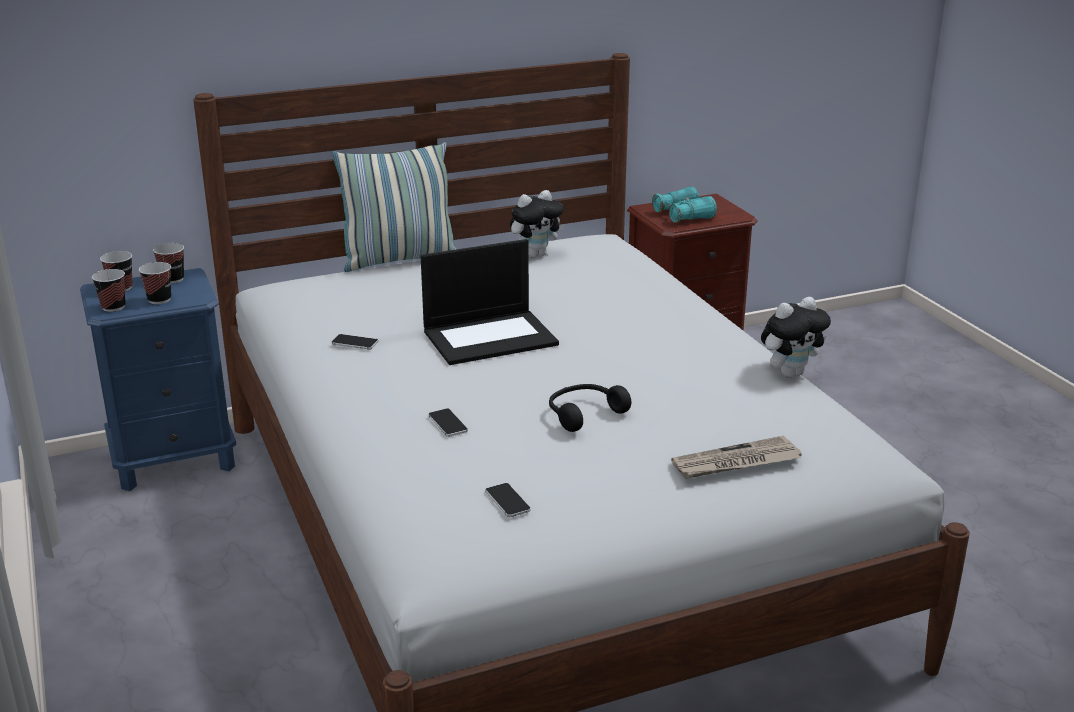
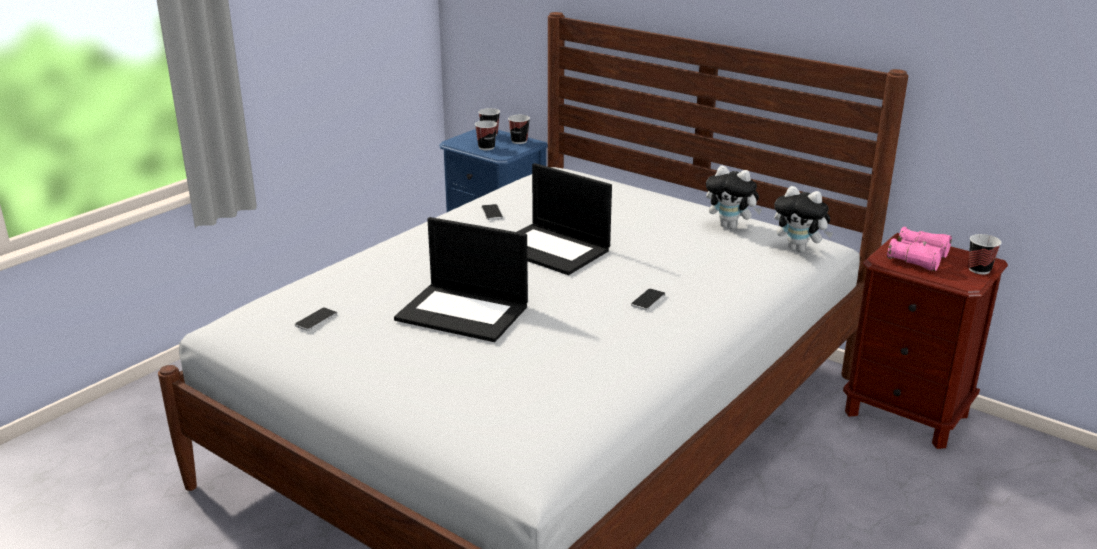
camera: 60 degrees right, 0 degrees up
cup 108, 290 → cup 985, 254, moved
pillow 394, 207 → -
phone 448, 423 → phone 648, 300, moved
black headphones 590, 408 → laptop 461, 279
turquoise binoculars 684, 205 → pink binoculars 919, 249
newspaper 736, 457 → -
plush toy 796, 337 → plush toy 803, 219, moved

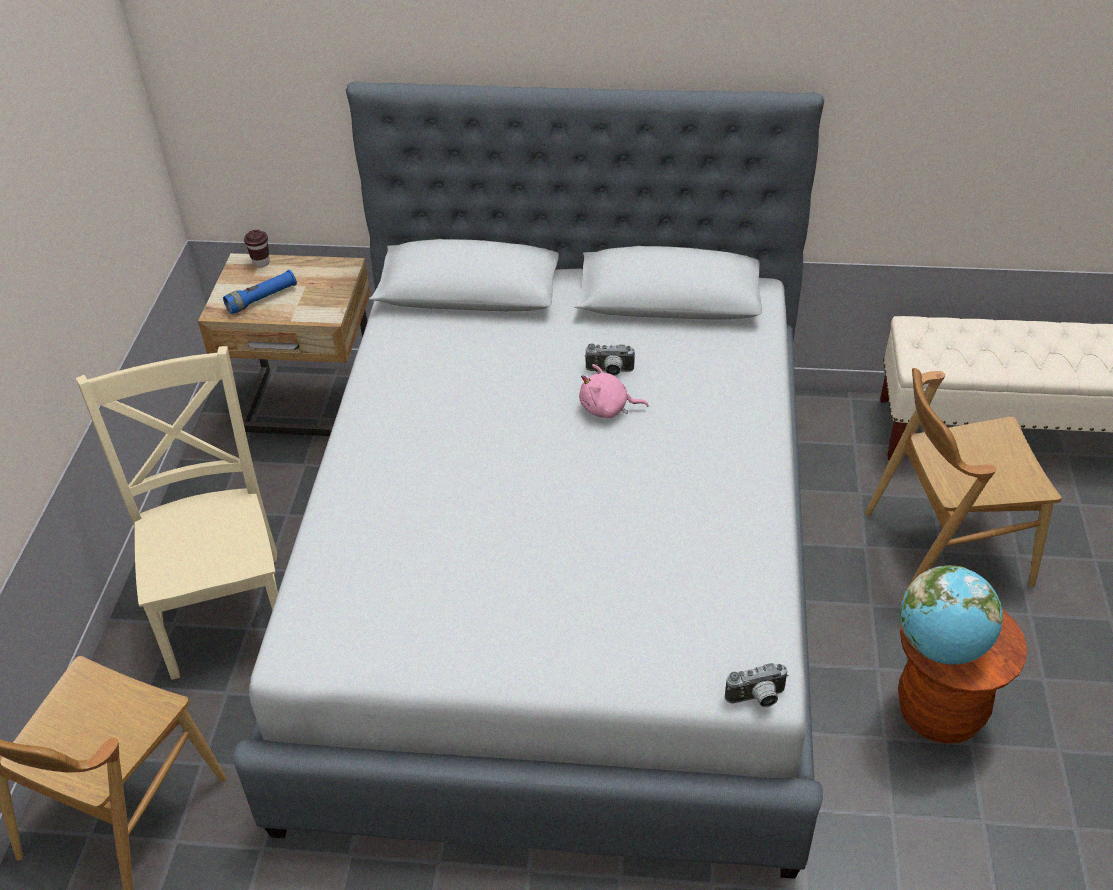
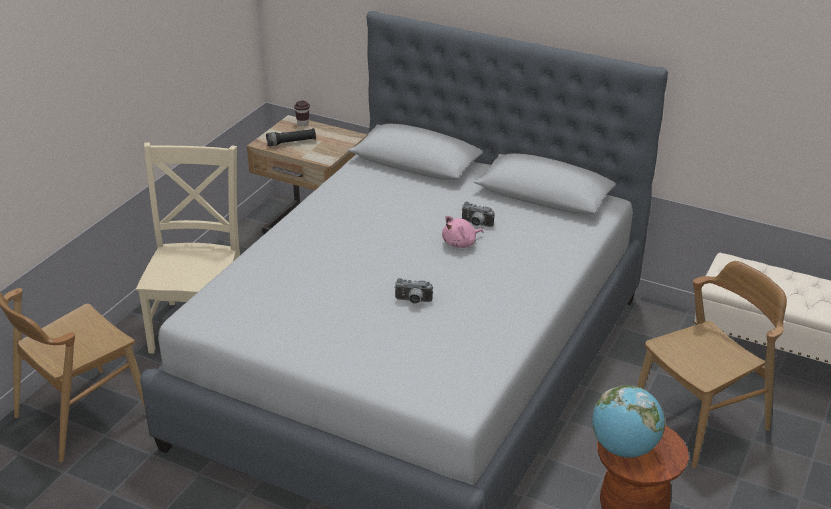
camera: 20 degrees right, 10 degrees down
blue flashlight 260, 292 → black flashlight 291, 137
pink plush toy 614, 391 → pink plush toy 463, 232, 60 degrees counterclockwise
photo camera 757, 685 → photo camera 413, 291, moved
brown chair 963, 484 → brown chair 712, 364, 135 degrees clockwise

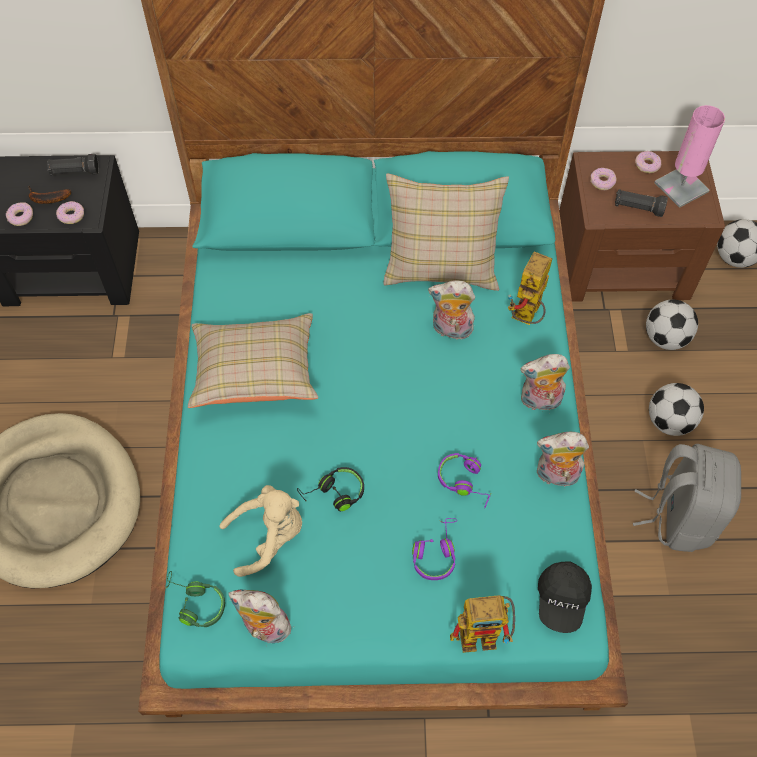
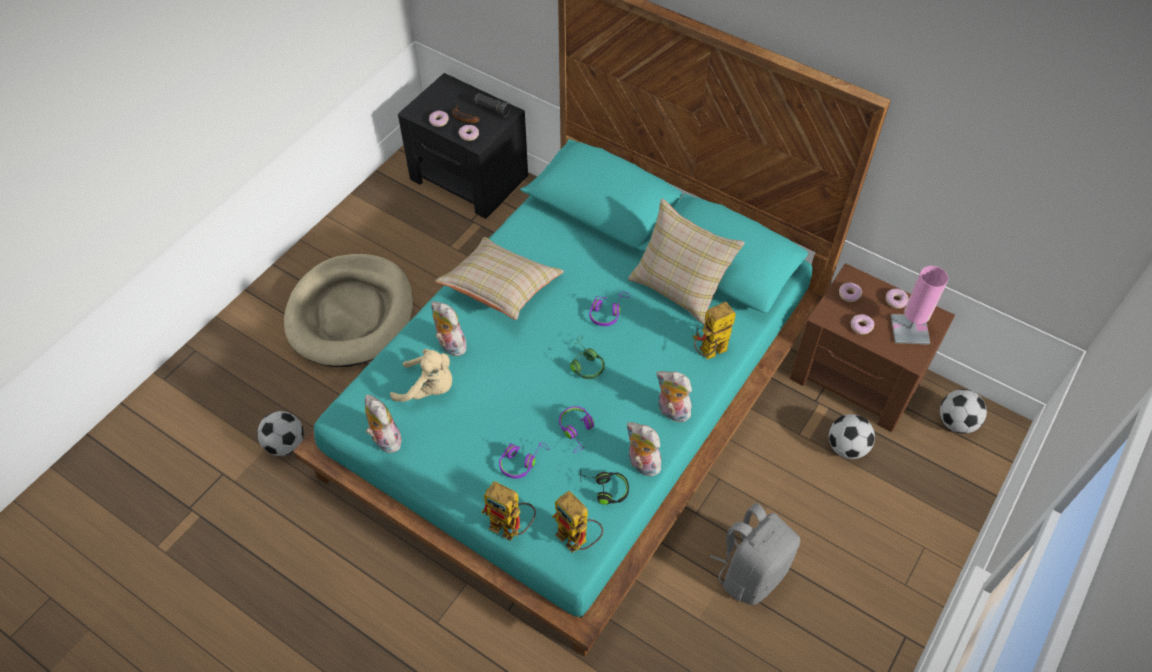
camera: 35 degrees right, 5 degrees down
green headphones 195, 599 → green headphones 587, 357, moved
black headphones 330, 489 → black headphones 604, 487, moved
plush toy 451, 310 → plush toy 449, 328, moved
black cap 565, 597 → toy robot 577, 522
black flashlight 641, 203 → donut 862, 324
football 676, 409 → football 280, 433, moved
- → purple headphones 609, 309

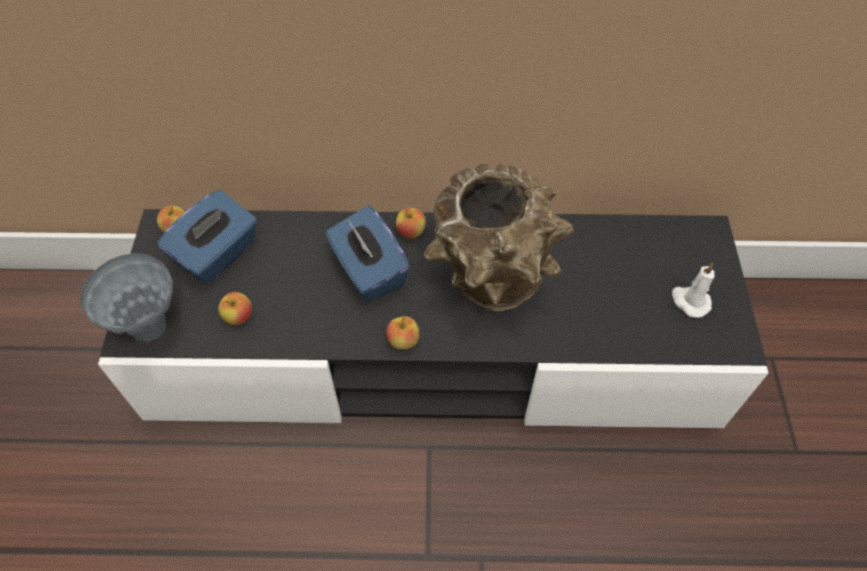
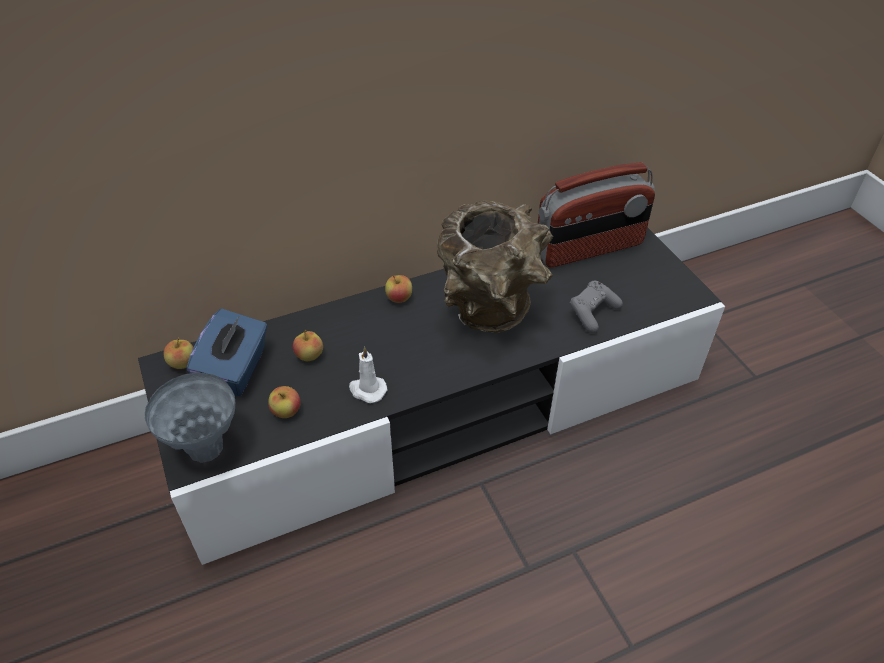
camera: 25 degrees left, 10 degrees down
blue tissue box 368, 253 → -
apple 403, 333 → apple 308, 345, moved
white candle 693, 290 → white candle 368, 374, moved
- → radio 596, 214
- → grey game controller 596, 307

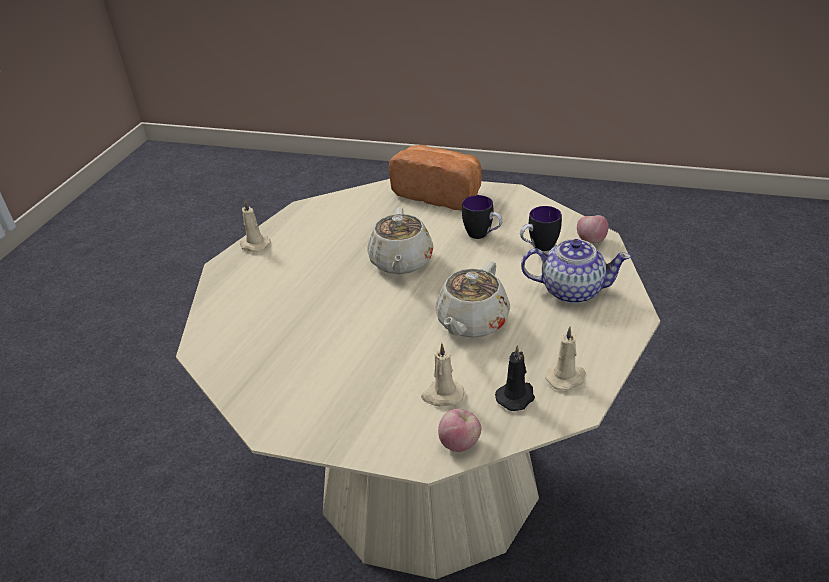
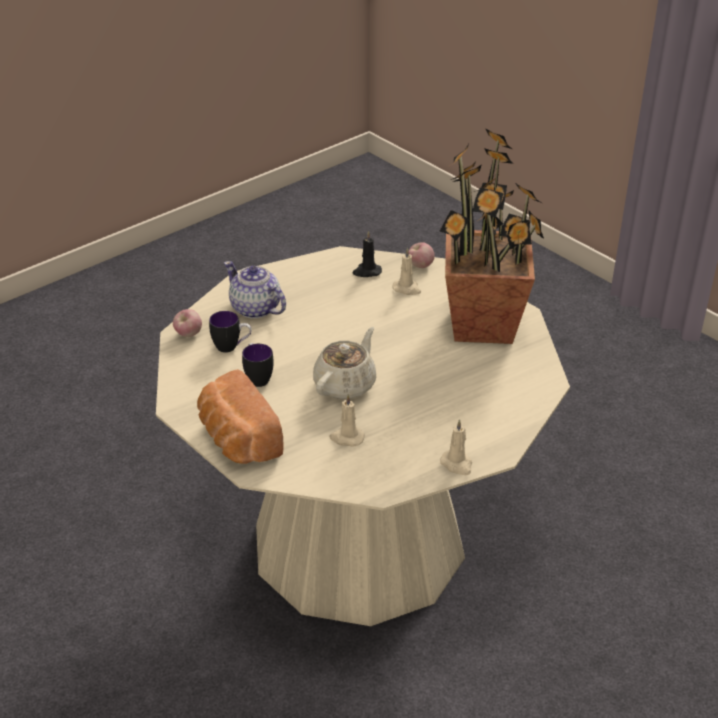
camera: 150 degrees left, 0 degrees up
beige teapot 472, 299 → -
beige candle 565, 358 → beige candle 347, 420, moved
- → potted plant 491, 236

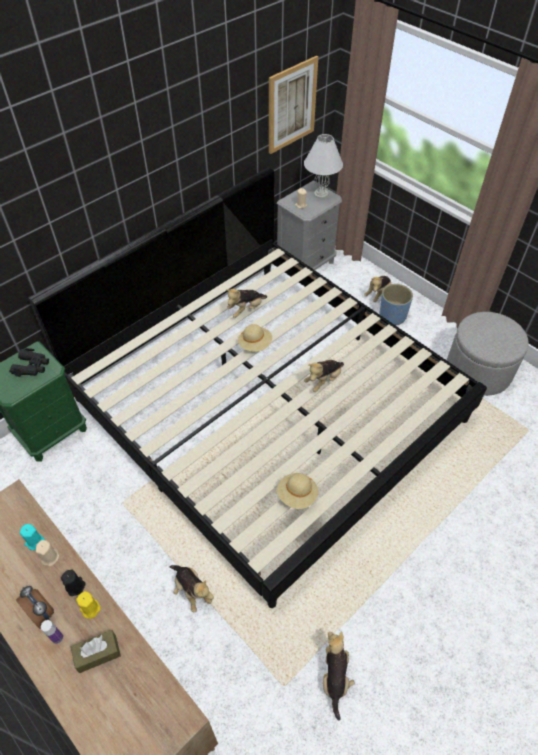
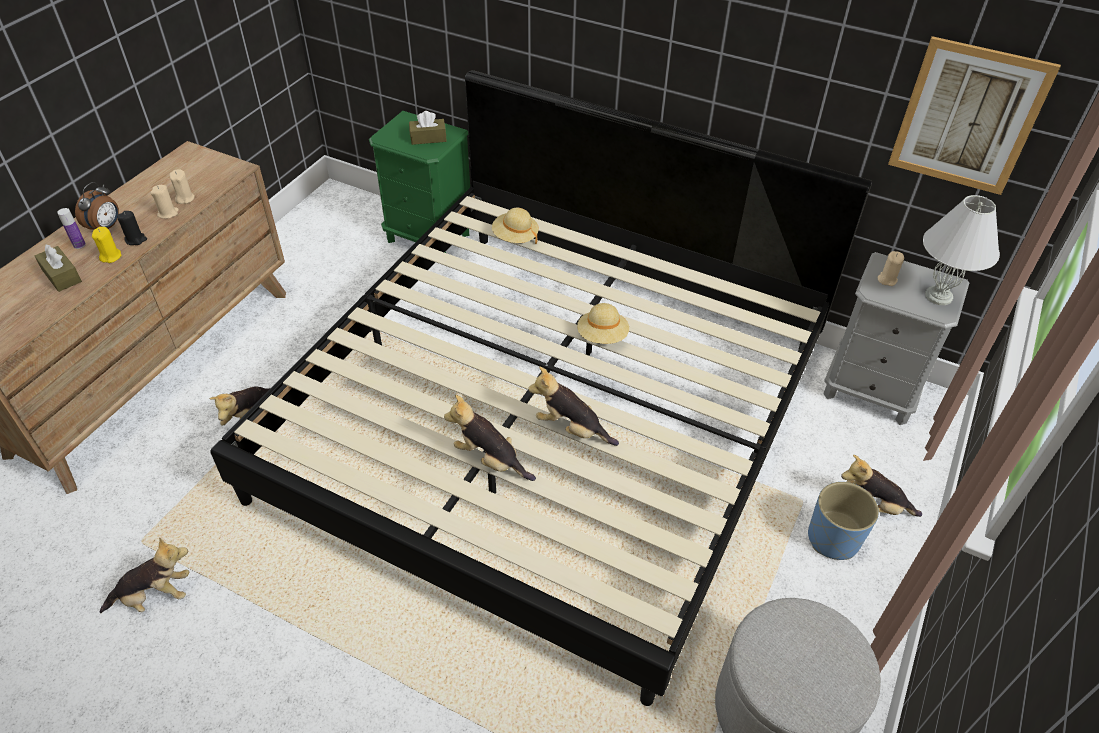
camera: 70 degrees right, 5 degrees down
black binoculars 29, 362 → brown tissue box 428, 128
turquoise candle 32, 537 → beige candle 182, 186
plush toy 246, 303 → plush toy 490, 438, moved
beige hat 297, 491 → beige hat 515, 226, moved

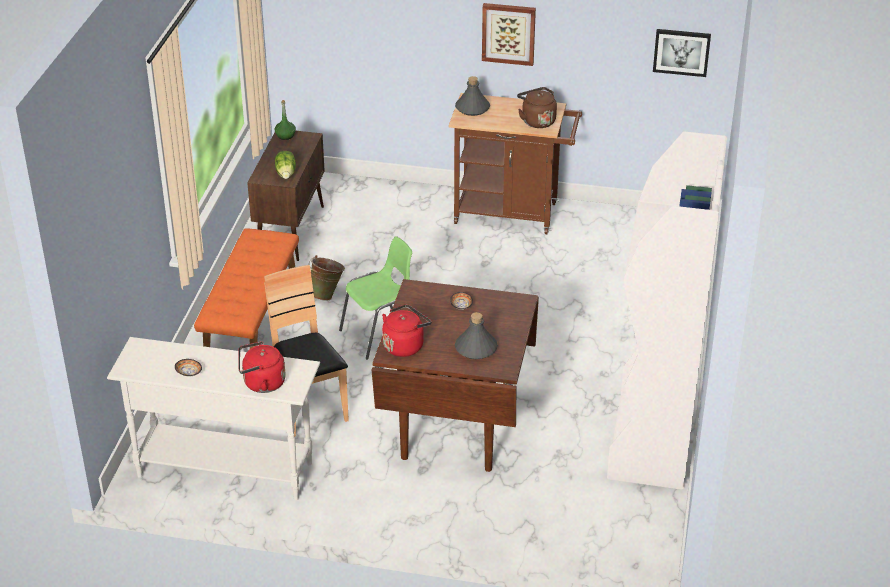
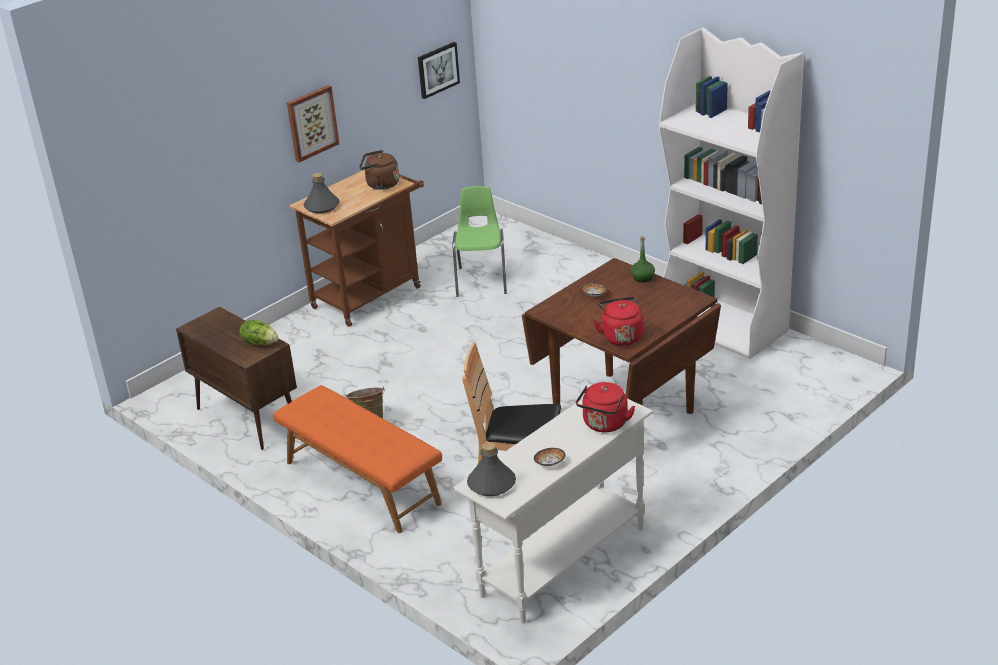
camera: 55 degrees left, 5 degrees down
green bottle 285, 120 → green bottle 642, 259, moved
green chair 375, 298 → green chair 479, 241, moved
grey bottle 476, 335 → grey bottle 491, 469, moved

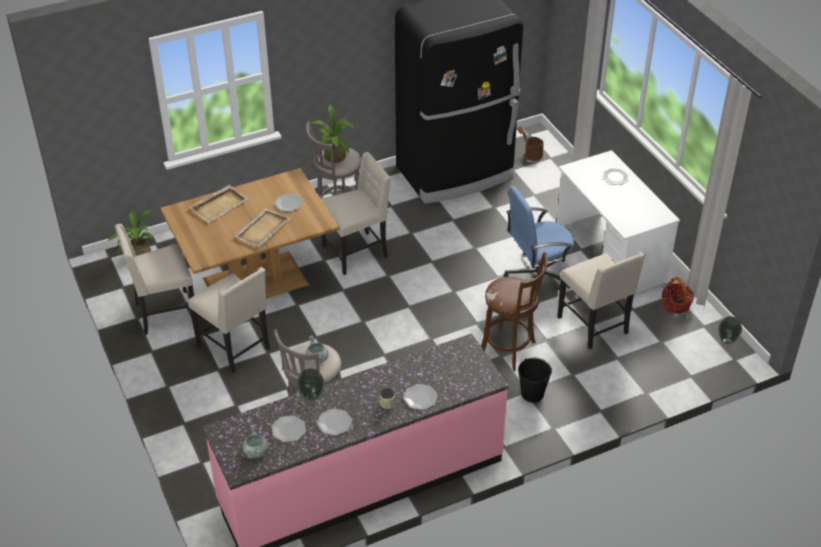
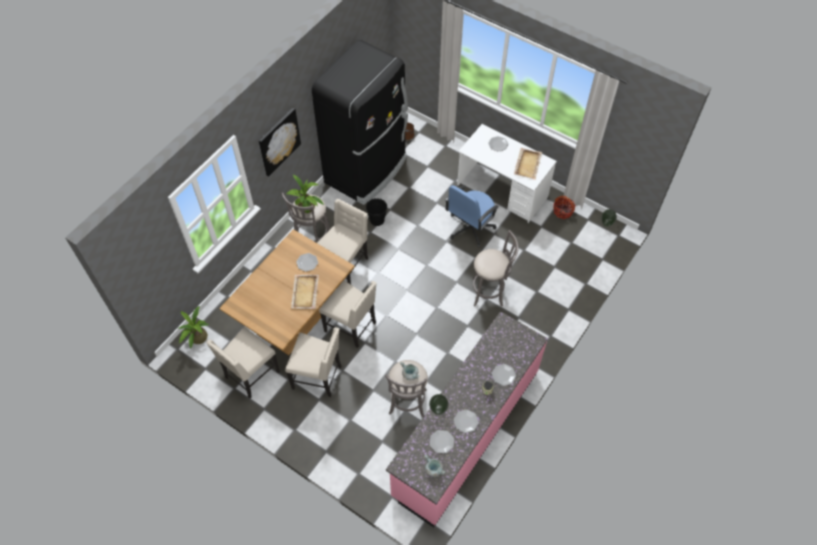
camera: 30 degrees left, 15 degrees up
beige tray 219, 204 → beige tray 528, 164, moved
brown stool 514, 311 → grey stool 495, 268
black bucket 535, 380 → black bucket 376, 212, moved
beige chair 601, 300 → beige chair 348, 314, moved
- → picture 280, 142

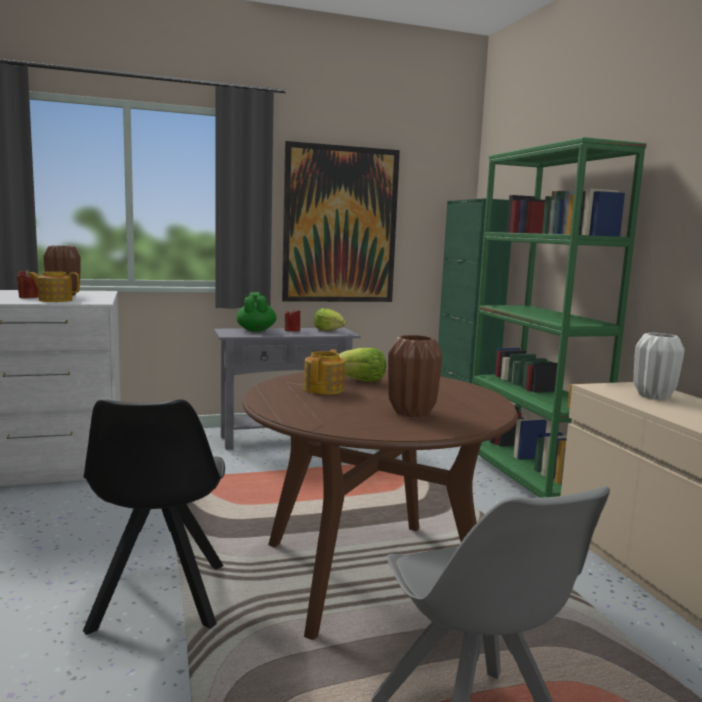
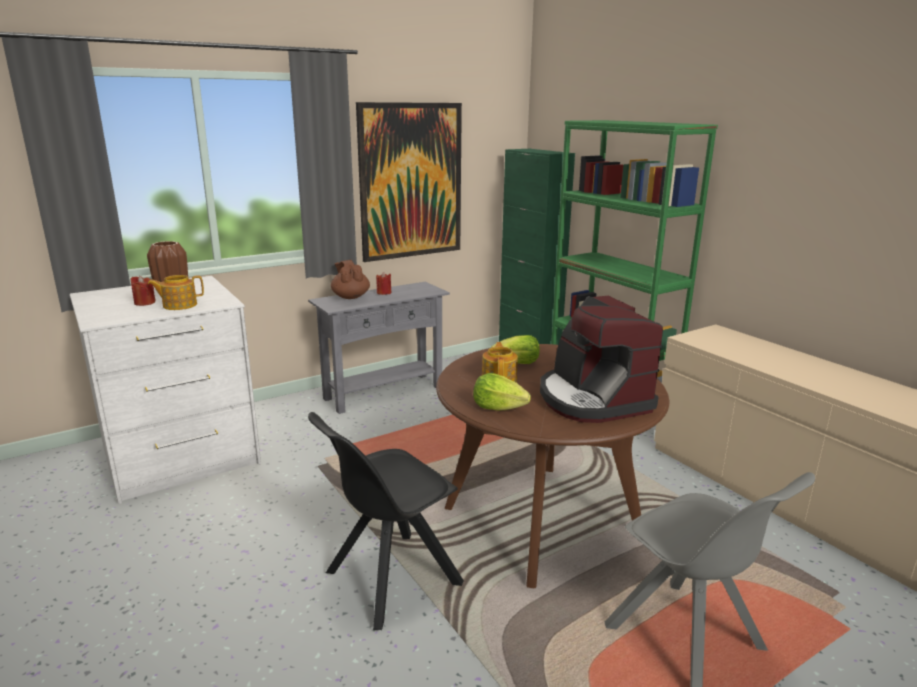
camera: 15 degrees left, 10 degrees up
black chair 154, 517 → black chair 386, 521, 75 degrees clockwise
green teapot 256, 312 → brown teapot 350, 279
lettuce 330, 319 → lettuce 502, 392, moved
brown vase 415, 376 → coffee machine 601, 359
white vase 659, 366 → -

